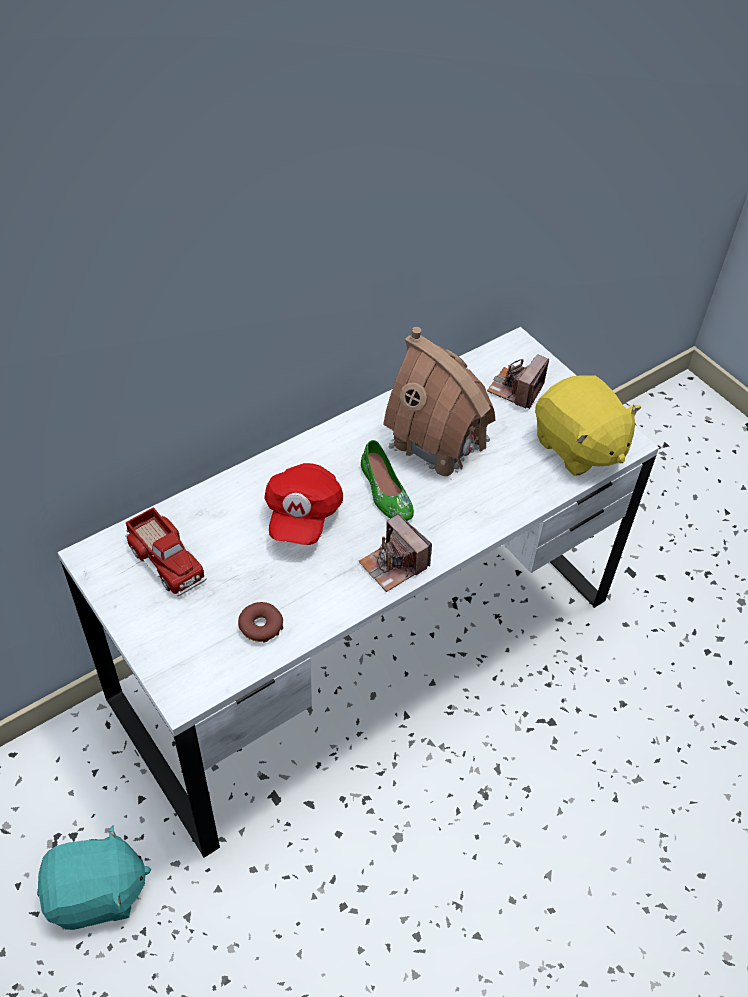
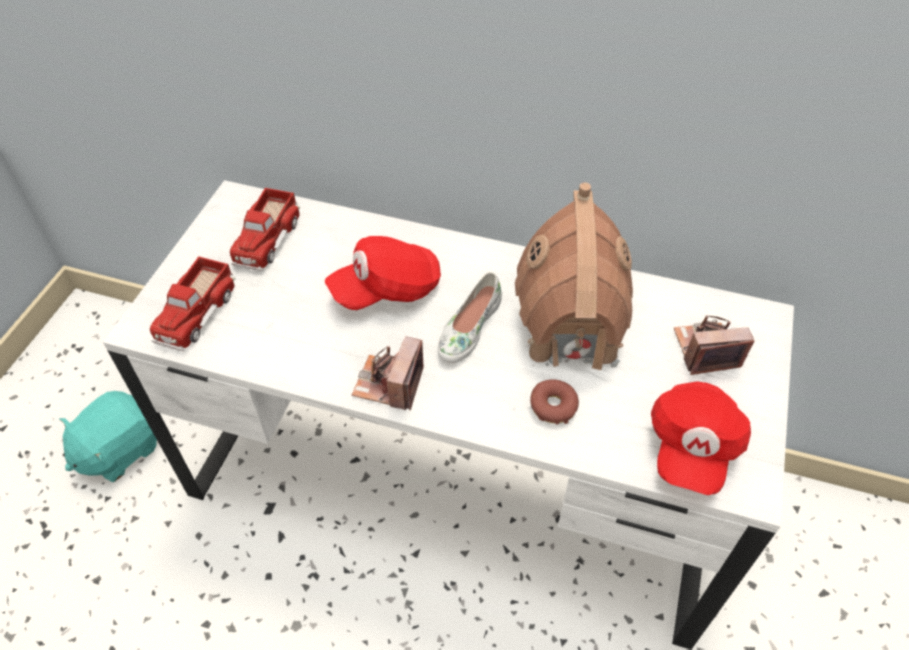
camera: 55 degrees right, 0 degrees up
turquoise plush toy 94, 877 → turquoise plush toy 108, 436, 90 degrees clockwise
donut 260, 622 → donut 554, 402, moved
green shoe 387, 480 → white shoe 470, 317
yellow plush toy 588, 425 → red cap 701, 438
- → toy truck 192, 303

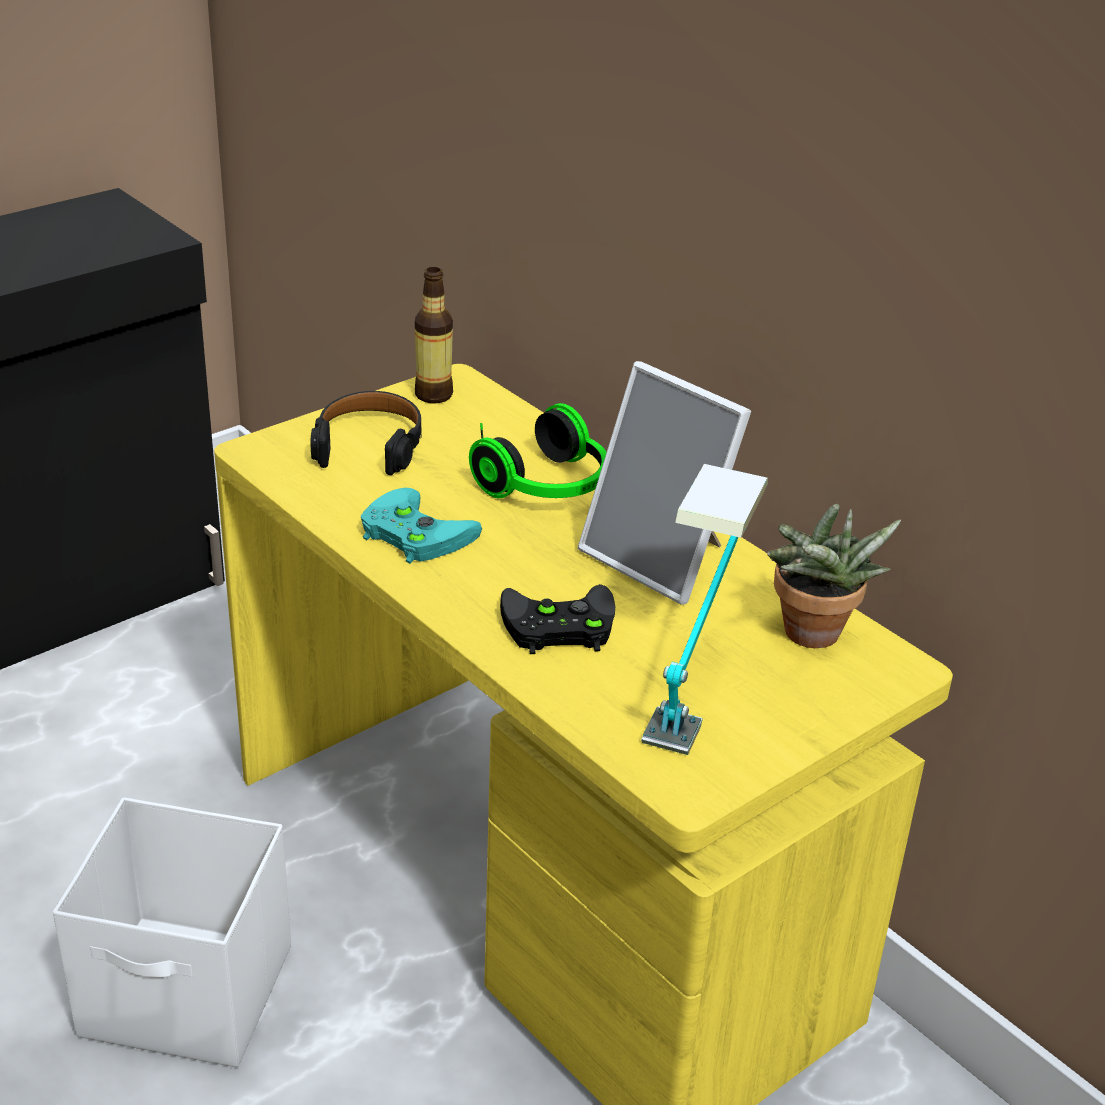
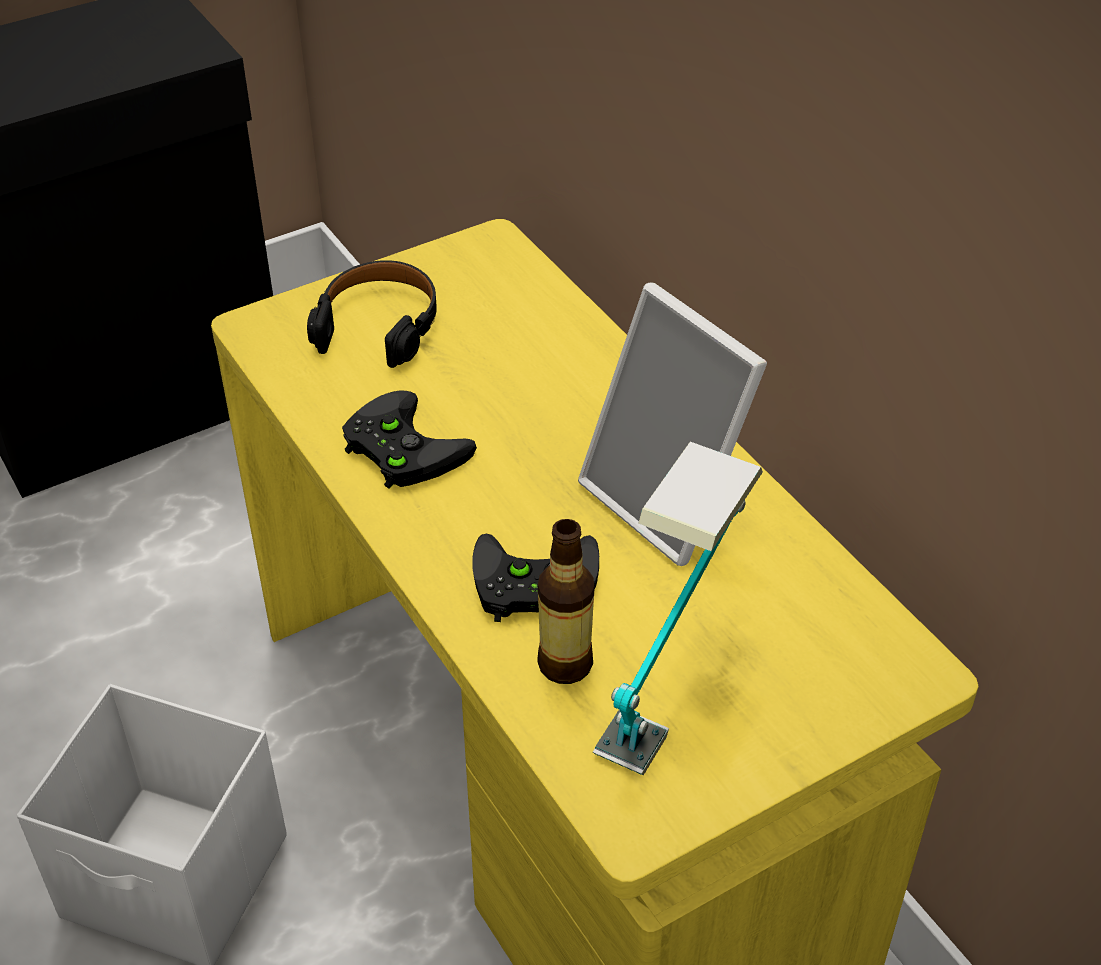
camera: 10 degrees right, 10 degrees up
turquoise game controller 421, 526 → black game controller 409, 439
bottle 434, 335 → bottle 565, 601, moved
headphones 538, 450 → -
potted plant 834, 576 → -

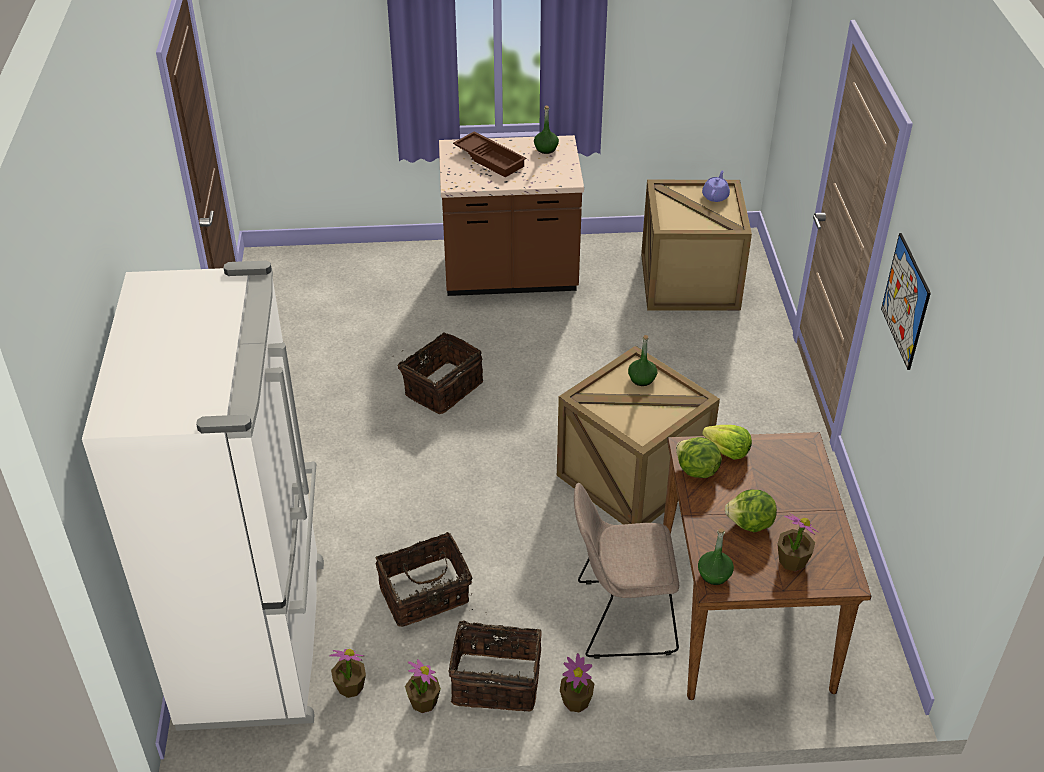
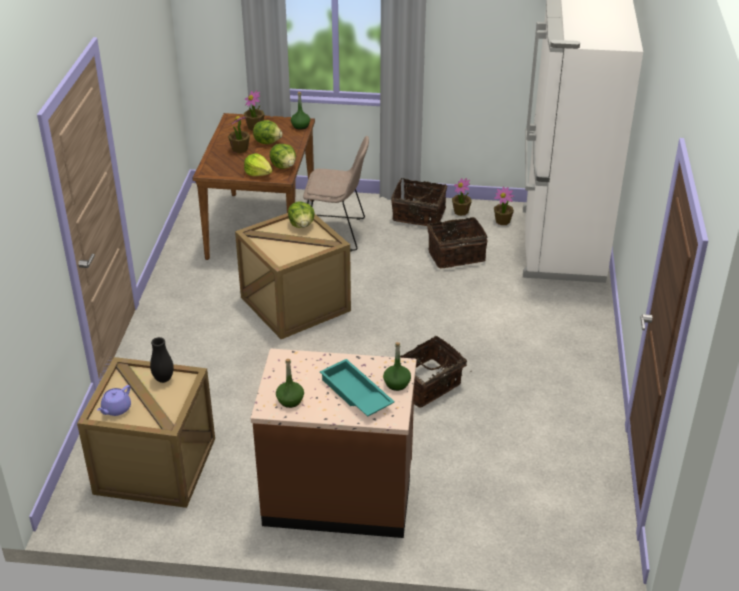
camera: 170 degrees left, 5 degrees down
brown tray 489, 154 → turquoise tray 357, 387
potted plant 577, 683 → potted plant 239, 134, moved
green bottle 642, 360 → green bottle 397, 366, moved
picture 906, 301 → -
- → black vase 162, 360
- → lettuce 301, 214

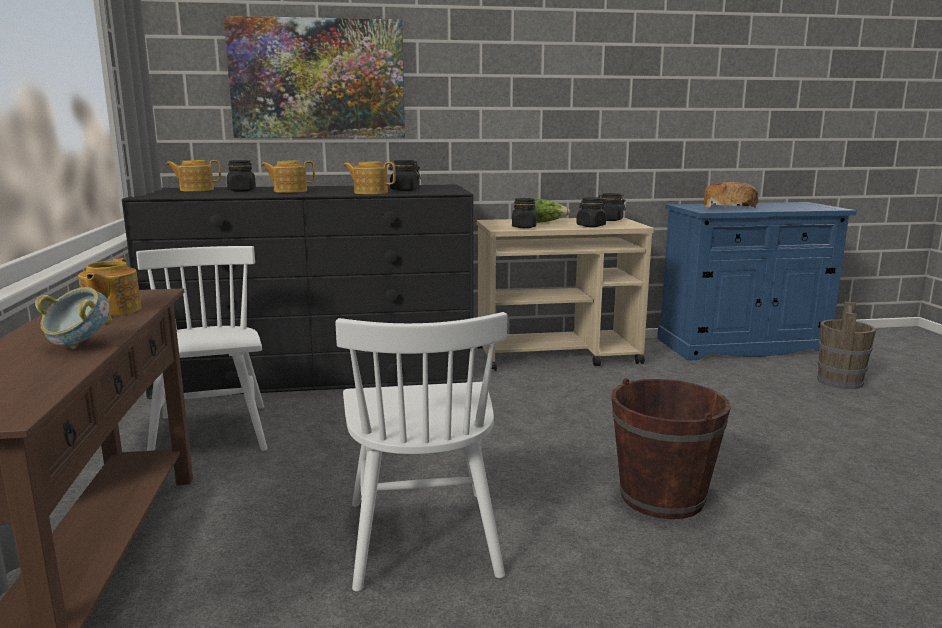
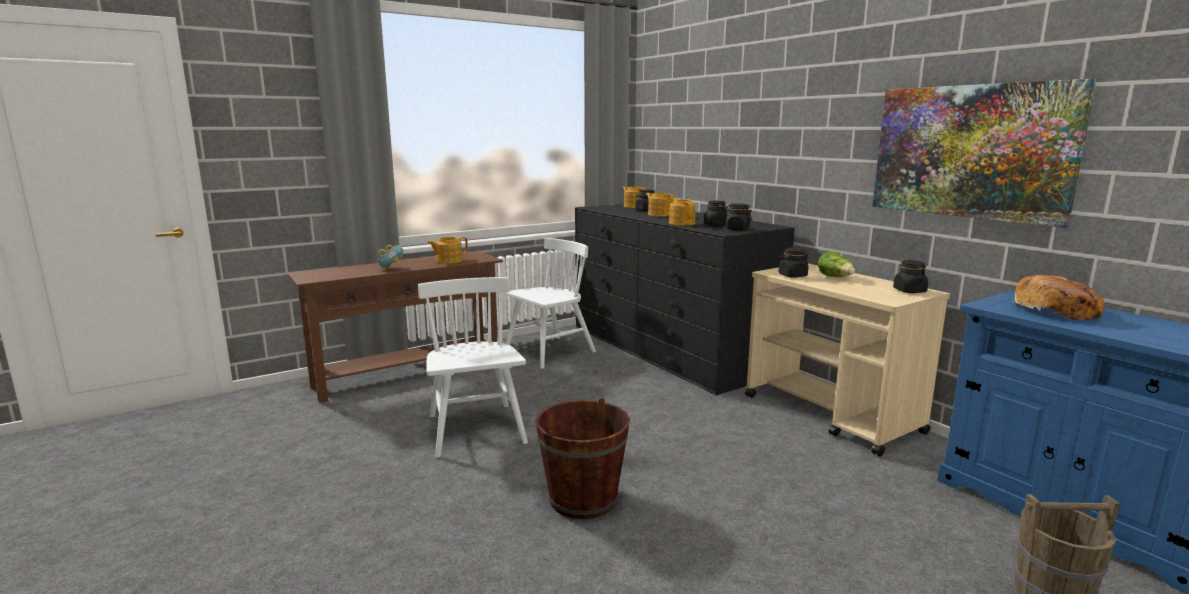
camera: 65 degrees right, 0 degrees up
picture 314, 77 → picture 984, 153, moved
white chair 421, 452 → white chair 473, 367, 105 degrees clockwise
black jar 591, 212 → black jar 738, 216, moved

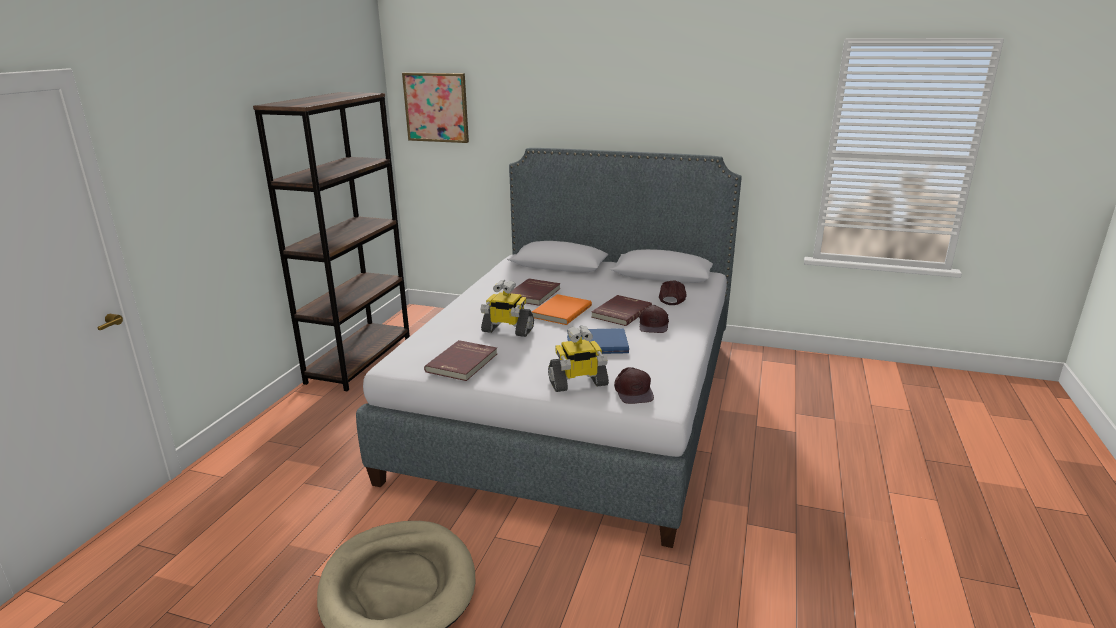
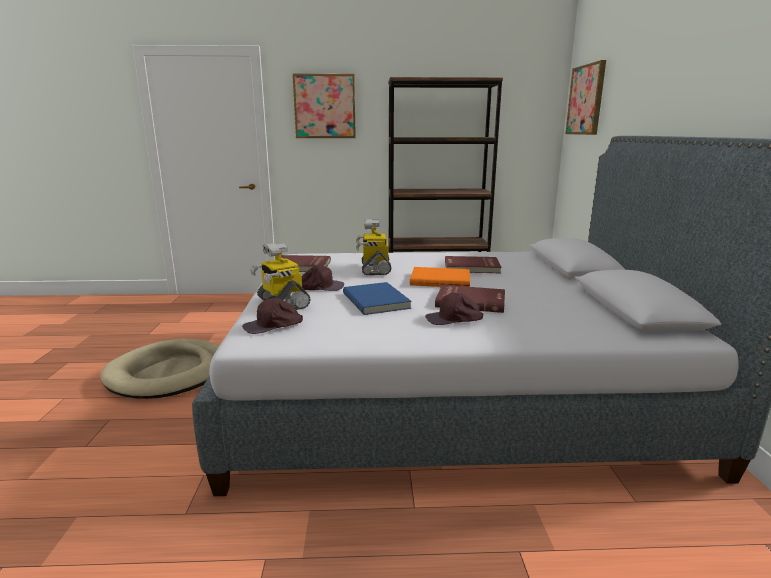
camera: 70 degrees right, 5 degrees down
brown cap 672, 292 → brown cap 323, 278, moved
- → picture 324, 106

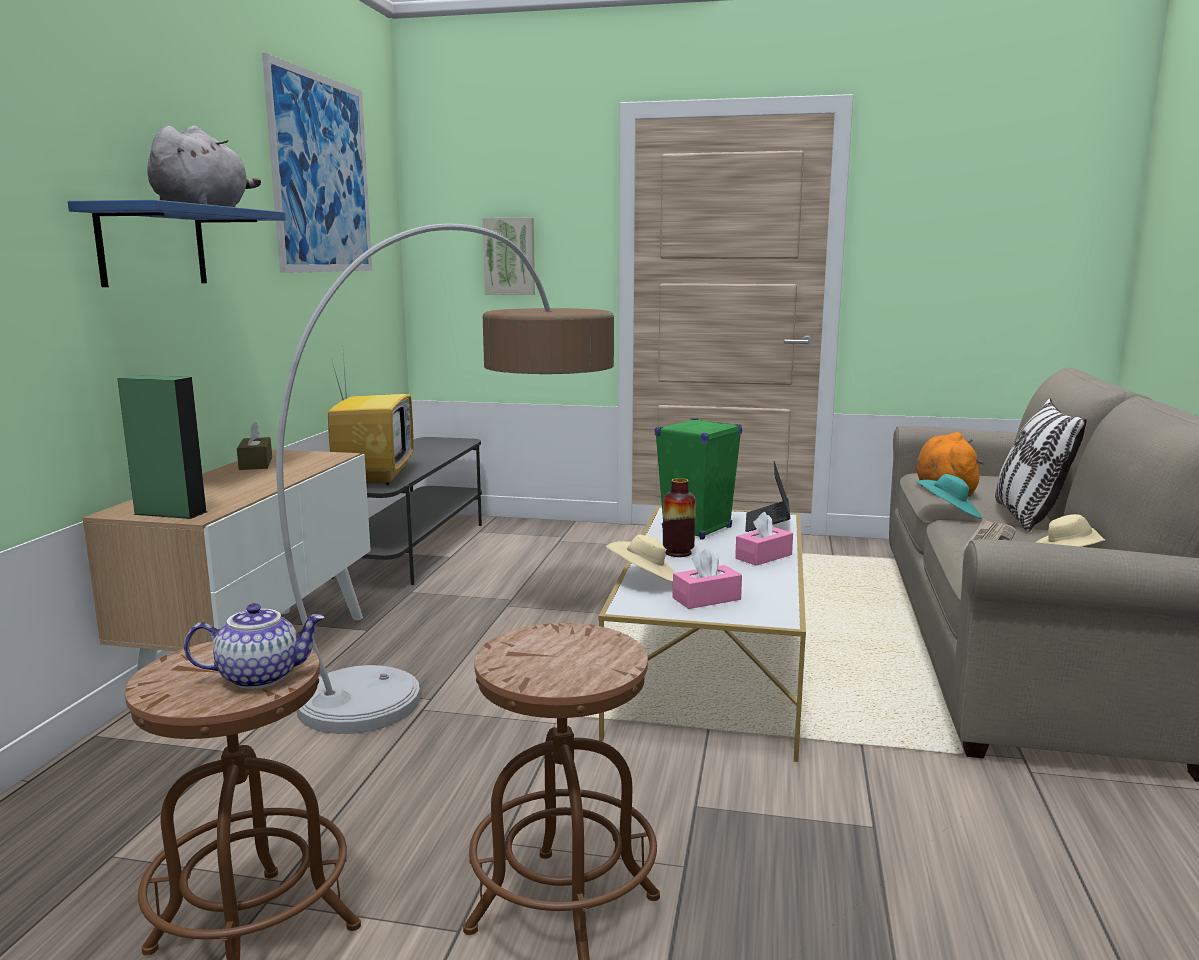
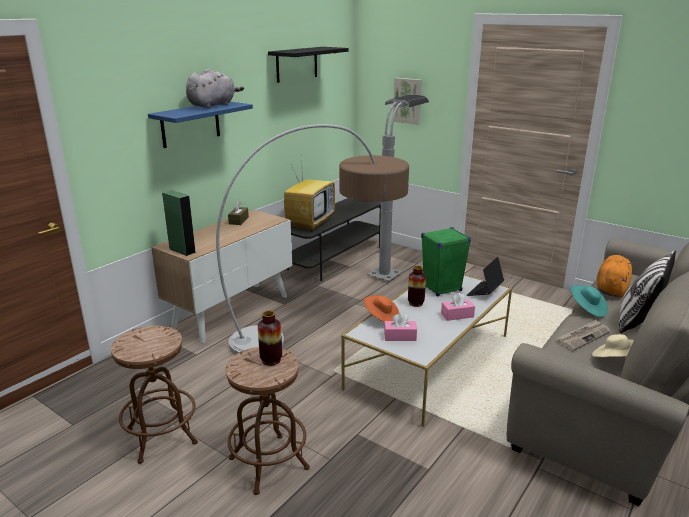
camera: 25 degrees right, 10 degrees up
teapot 254, 646 → -
picture 317, 163 → black shelf 308, 65
beige hat 640, 558 → orange hat 381, 309
- → vase 270, 338
- → grey floor lamp 398, 187

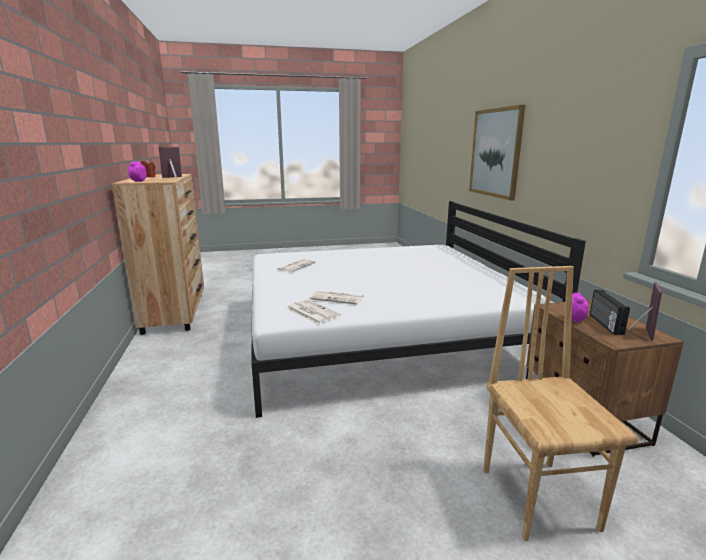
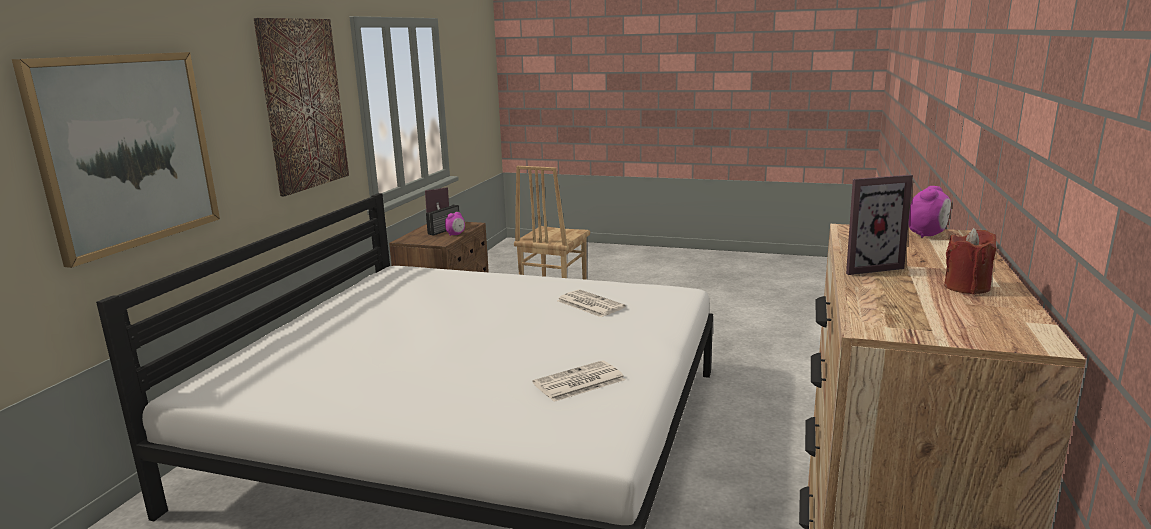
camera: 150 degrees left, 0 degrees up
newspaper 313, 311 → -
- → picture 301, 107

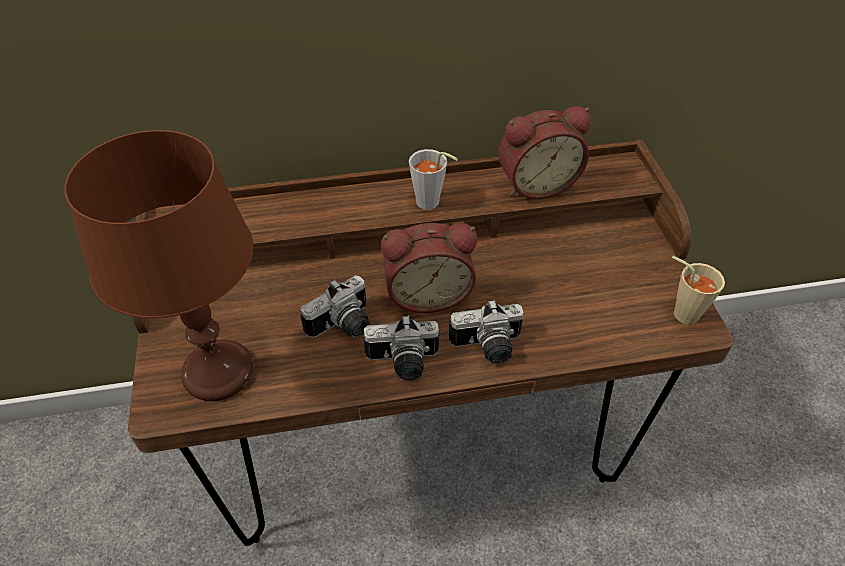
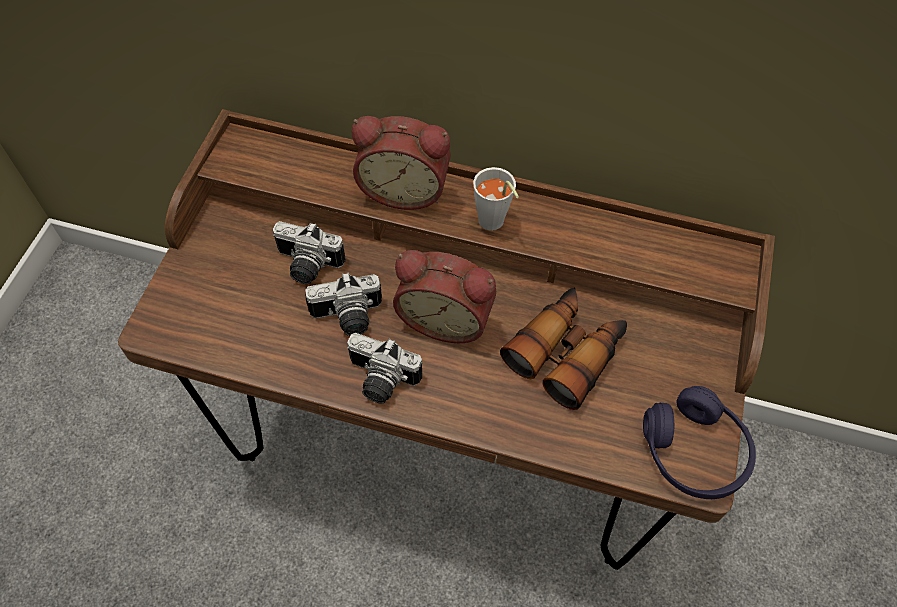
camera: 25 degrees right, 10 degrees up
brown table lamp 159, 265 → -
photo camera 486, 332 → photo camera 309, 252, moved
alarm clock 544, 152 → alarm clock 401, 163, moved
beige cup 698, 290 → purple headphones 699, 442
- → binoculars 563, 348

